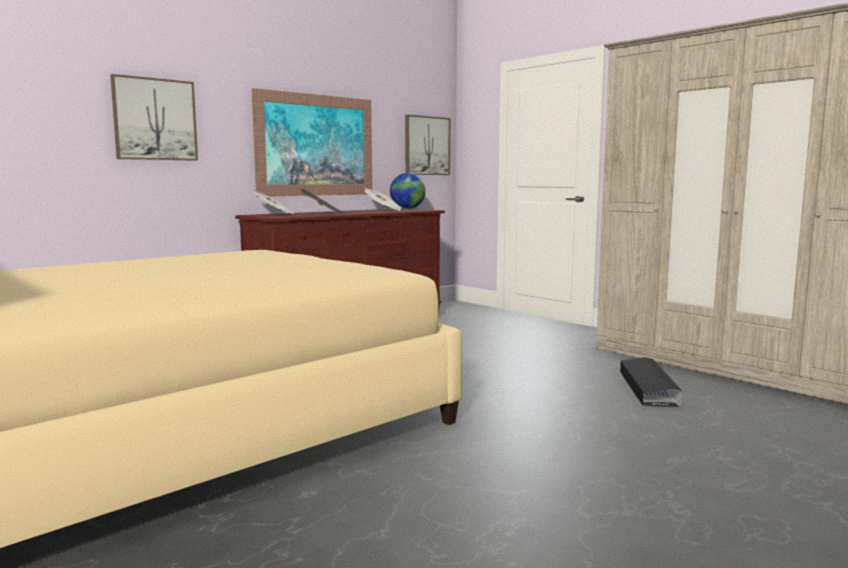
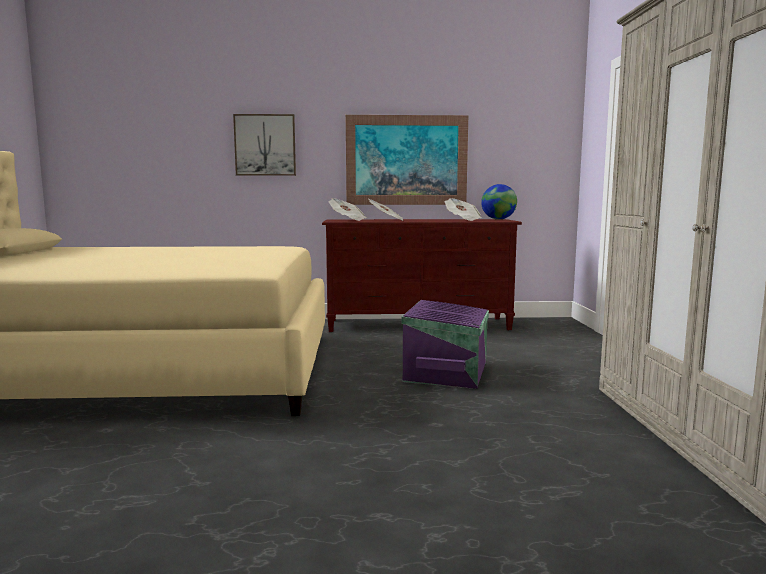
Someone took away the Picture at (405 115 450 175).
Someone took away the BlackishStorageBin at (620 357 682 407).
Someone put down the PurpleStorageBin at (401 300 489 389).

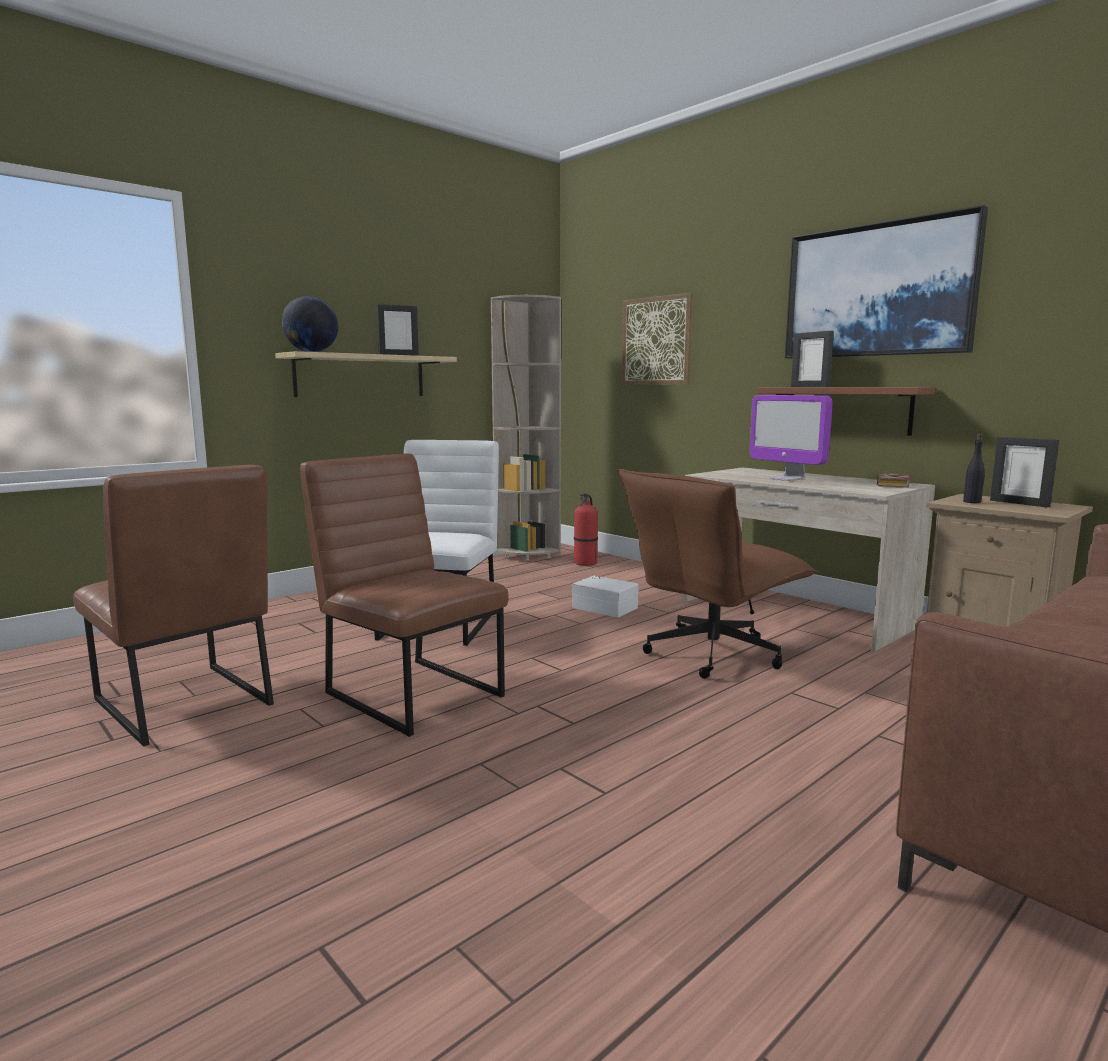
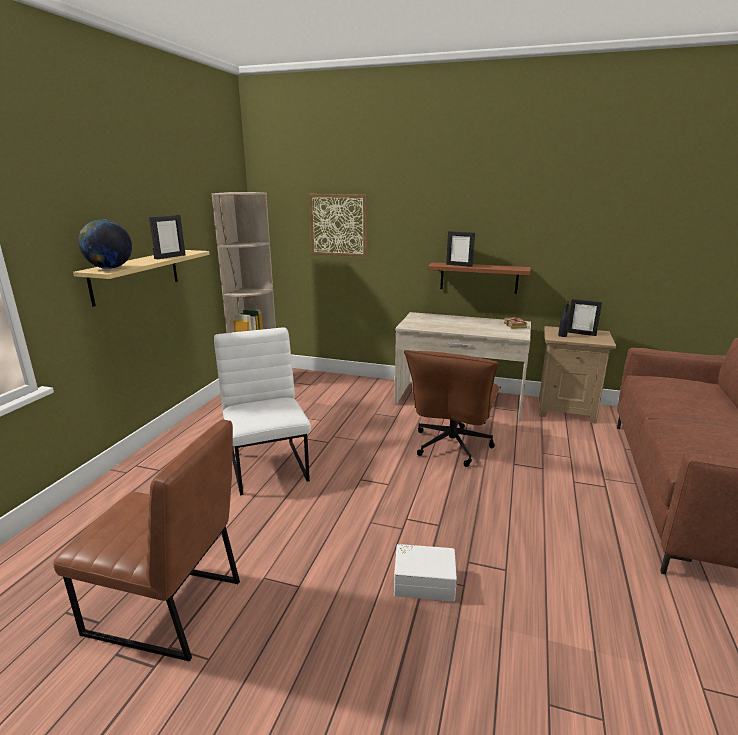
Someone took away the Picture at (785 205 988 359).
Someone took away the Monitor at (750 395 833 481).
Someone took away the BrownPlainChair at (300 454 509 737).
Someone took away the FireFightingCylinder at (574 493 598 566).
Someone carried the WhitishStorageBin from (573 576 639 618) to (394 544 457 602).

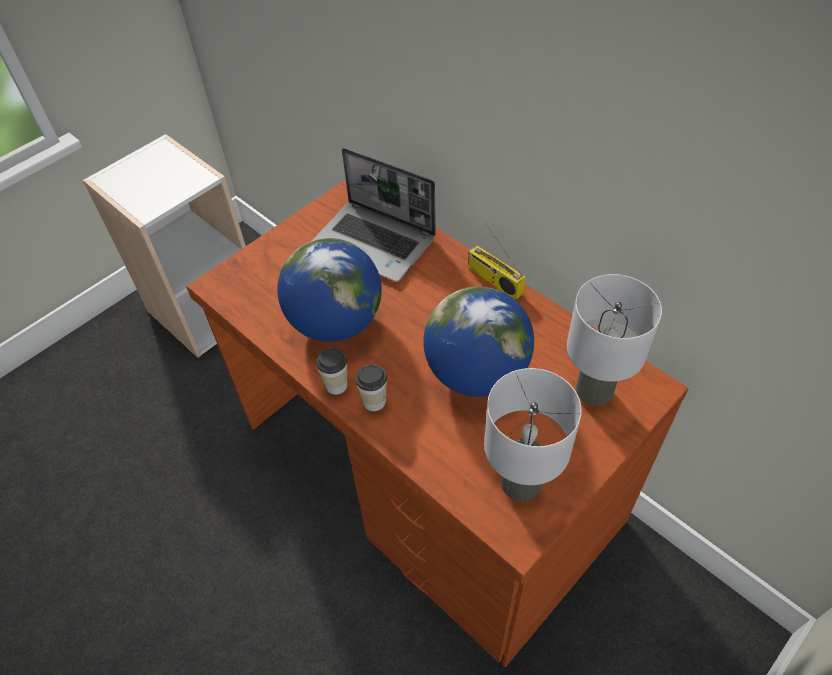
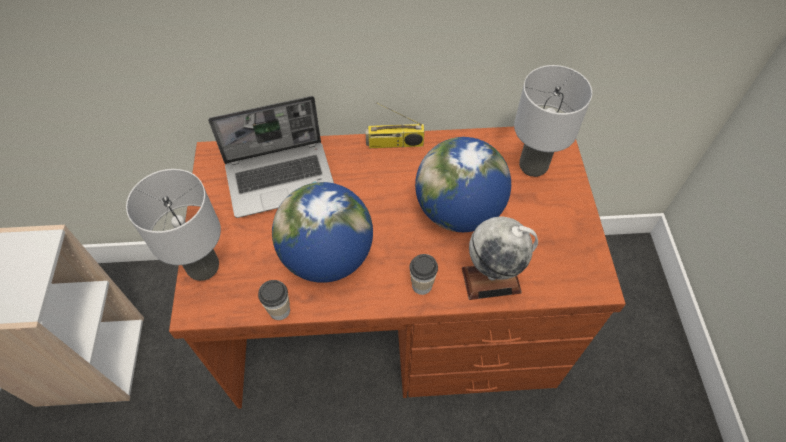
Someone carried the Cup from (316 348 347 395) to (258 280 290 320).
Someone carried the WhitishLampForATable from (484 368 582 502) to (126 169 221 281).
Someone put down the Globe at (462 216 538 300).

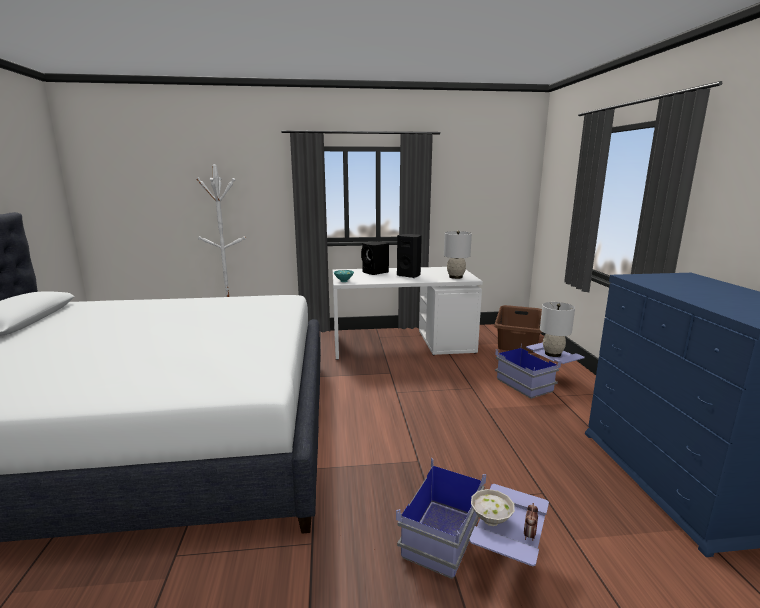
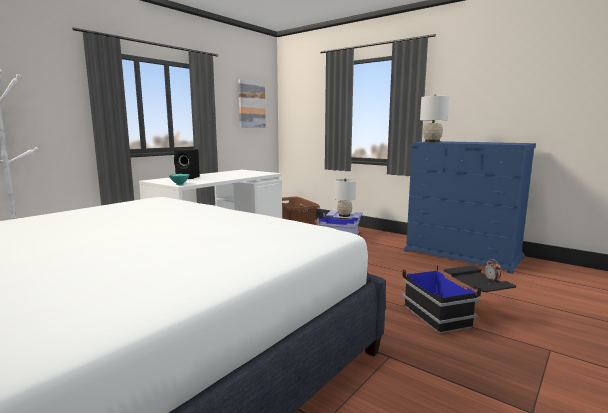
Someone carried the WhitishLampForATable from (444 231 472 279) to (420 95 449 143).
Someone took away the BlackishLoudspeaker at (397 234 422 278).
Someone repainted the BlueStorageBin at (396 458 549 579), which became the BlackishStorageBin at (402 265 516 334).
Someone took away the WhitishDeepDish at (471 489 515 526).
Someone put up the Picture at (238 79 266 128).

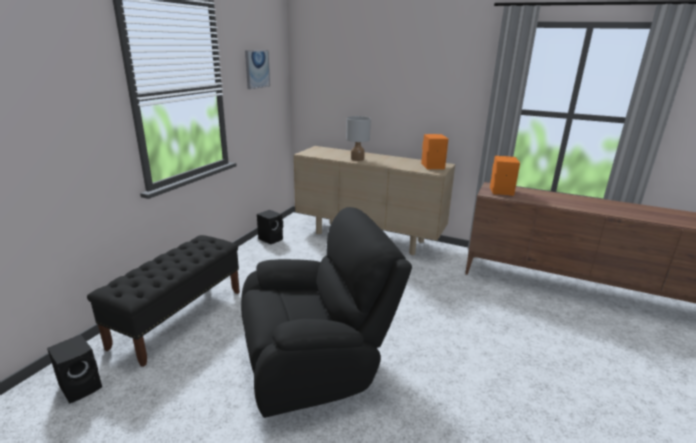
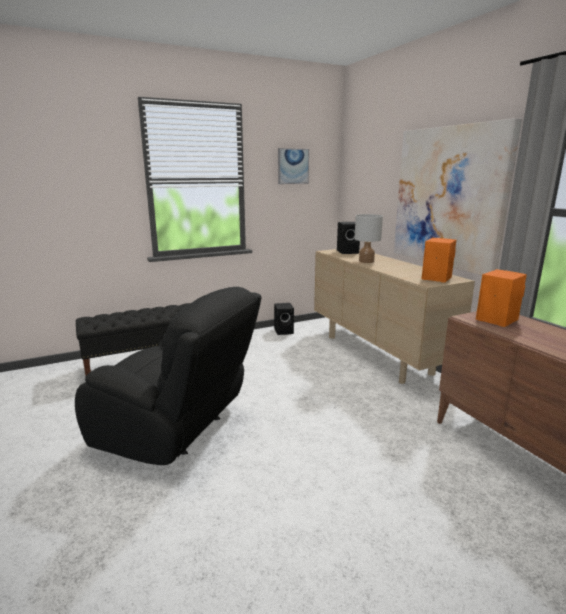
Someone carried the BlackishLoudspeaker from (47 334 102 404) to (337 222 360 254).
Someone put up the Picture at (394 118 522 275).

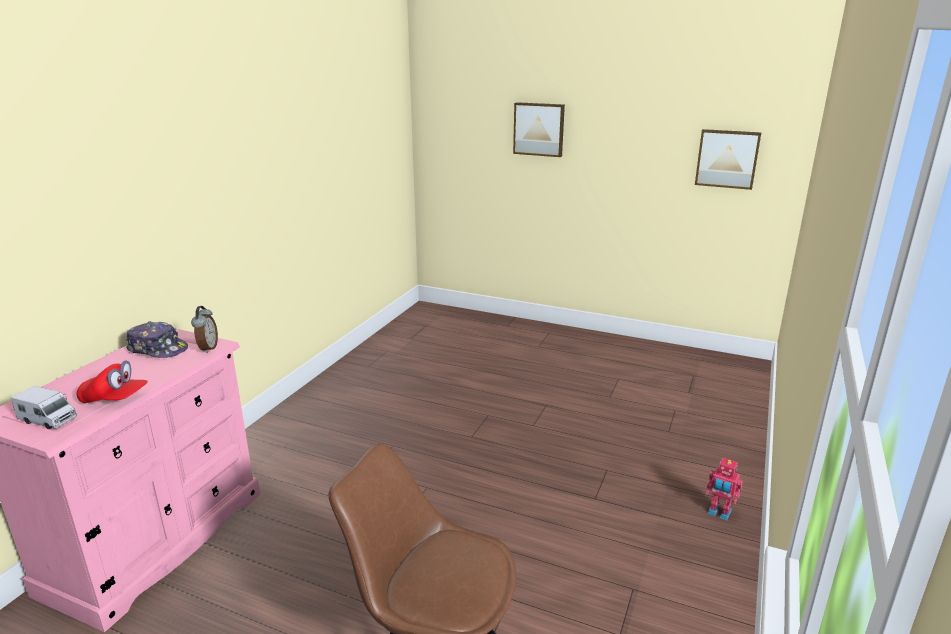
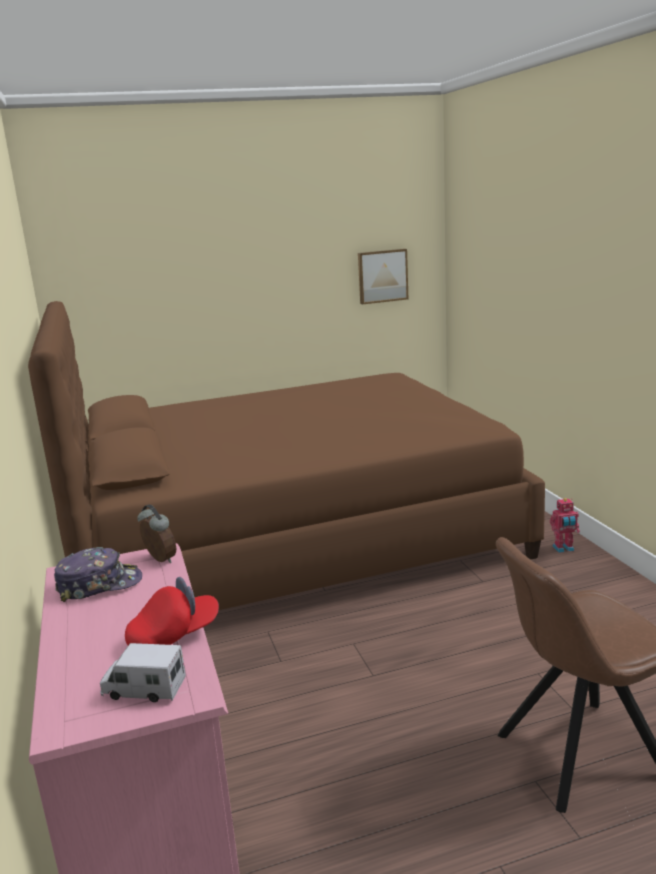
Someone took away the Picture at (513 102 565 157).
Someone rotated the ToyLorry at (11 386 77 429) by 150 degrees counterclockwise.
Someone put down the BrownBed at (28 301 545 610).

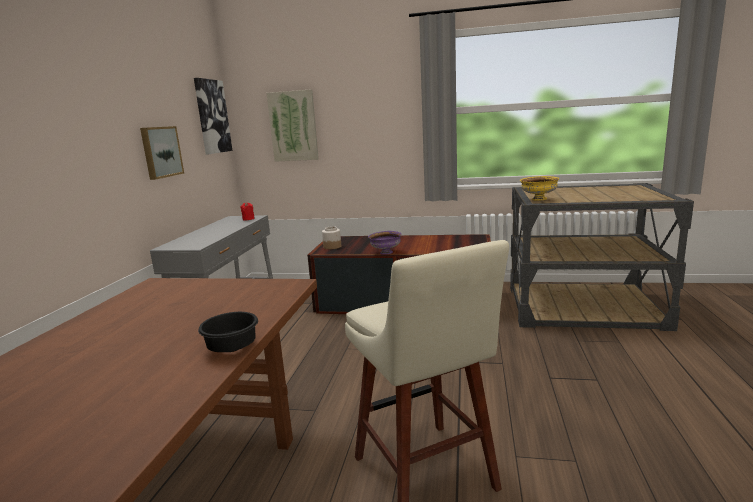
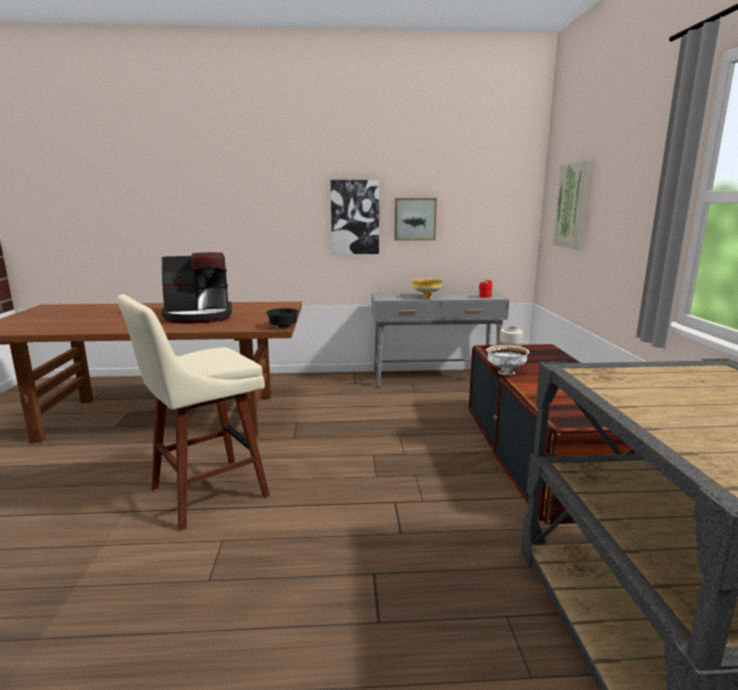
Someone carried the Picture from (194 78 233 155) to (331 180 379 254).
Someone carried the YellowishDeepDish from (520 176 559 200) to (412 279 443 298).
Someone repainted the PurpleDeepDish at (368 231 402 255), which became the WhitishDeepDish at (486 345 529 375).
Someone carried the BlackishDeepDish from (198 312 258 352) to (266 308 299 327).
Someone put down the CoffeeMachine at (161 252 232 324).

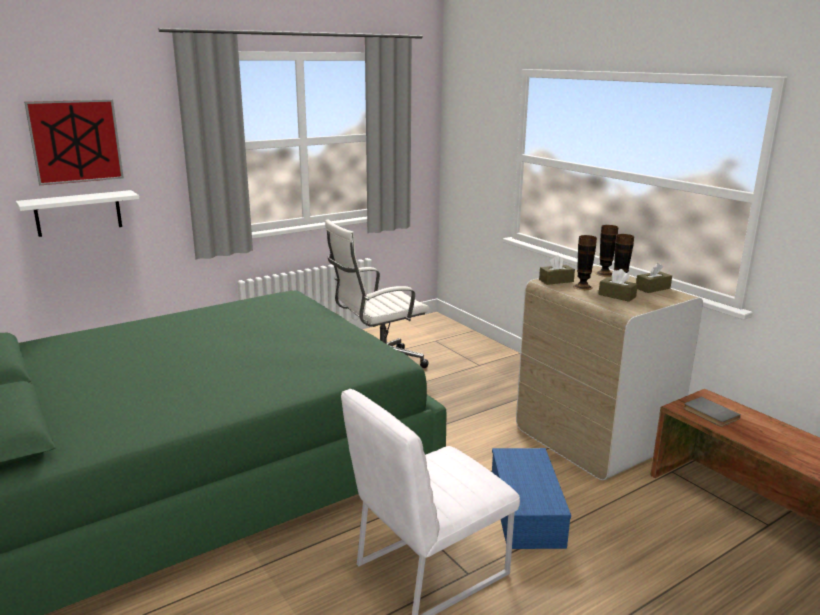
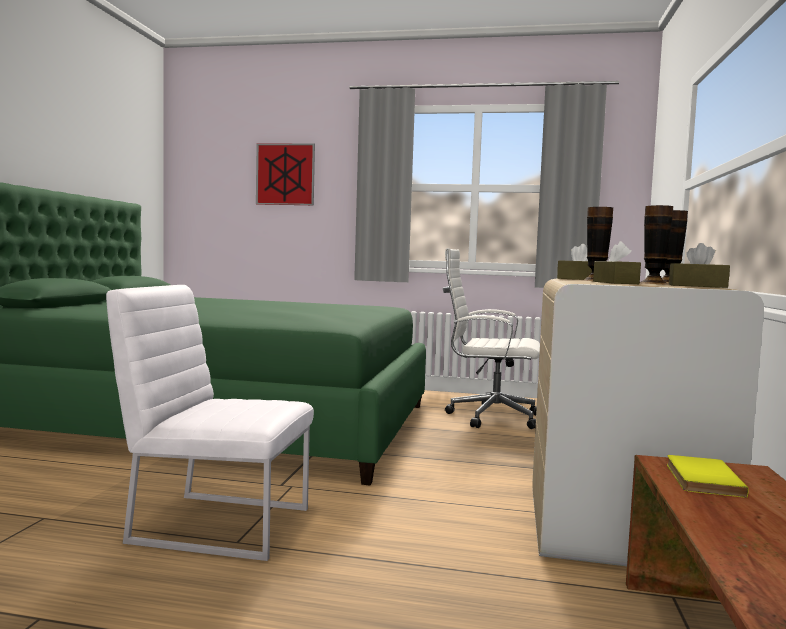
Someone took away the WhitishBracketShelf at (16 190 139 237).
Someone repainted the GreyishVolume at (684 397 741 427), which became the YellowishVolume at (667 455 748 498).
Someone took away the BlueStorageBin at (492 448 571 549).

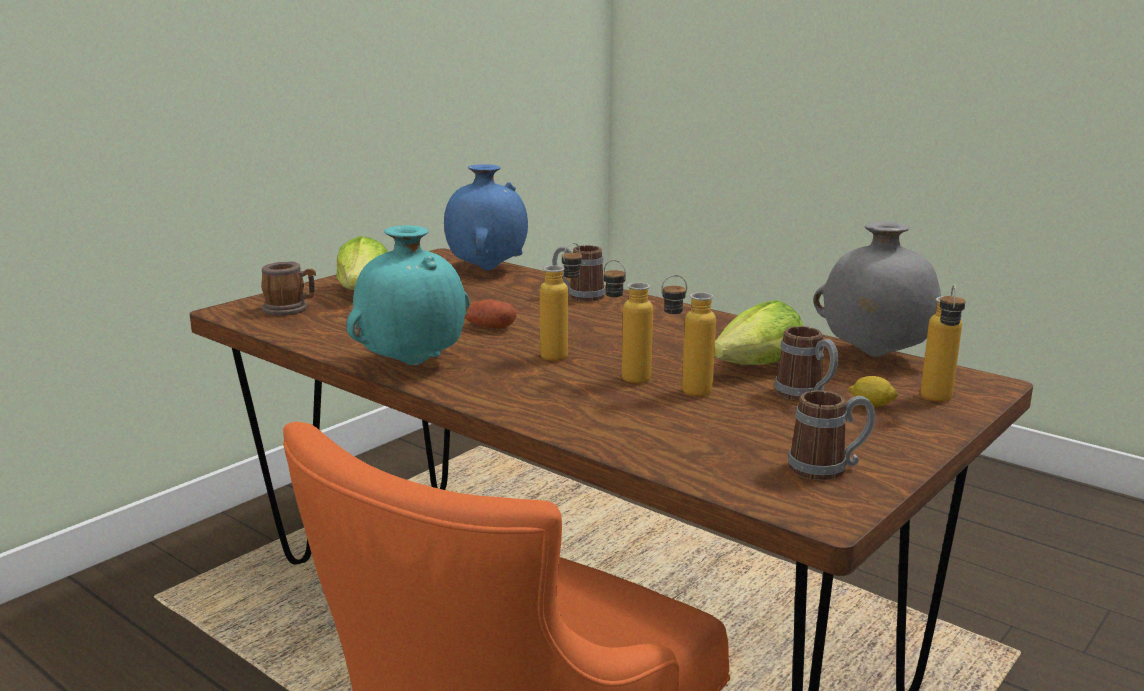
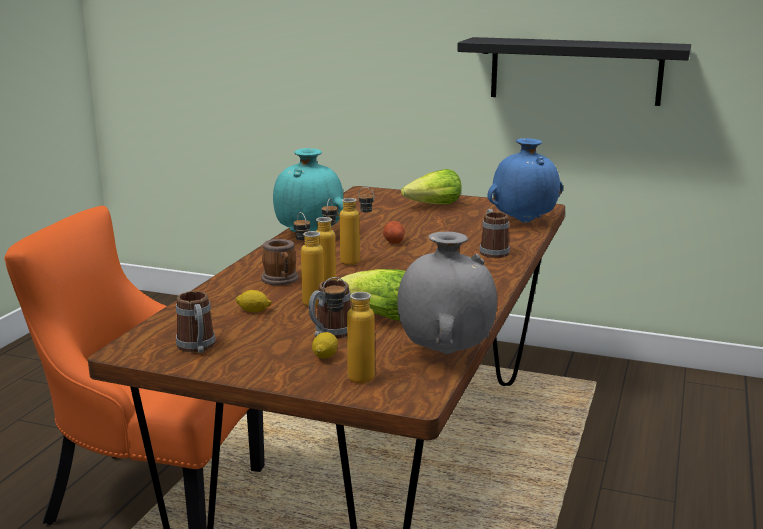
Someone carried the TeaMug from (261 261 316 316) to (261 239 299 285).
Someone put up the BlackishBracketShelf at (457 37 691 106).
Someone put down the Lemon at (235 290 272 312).

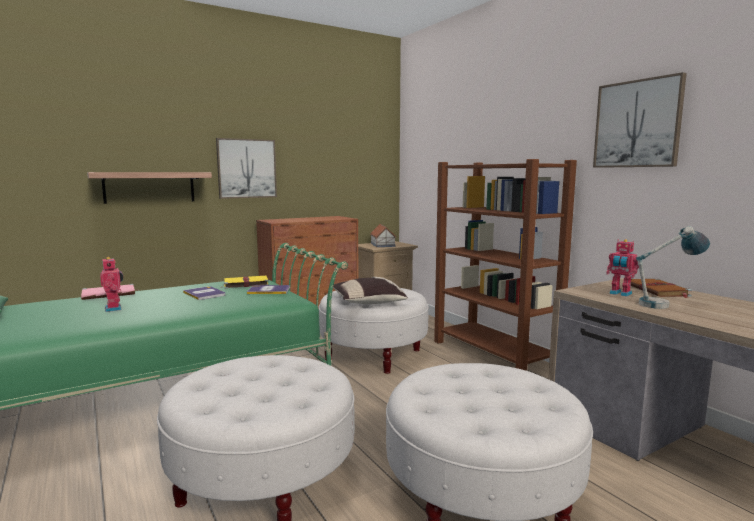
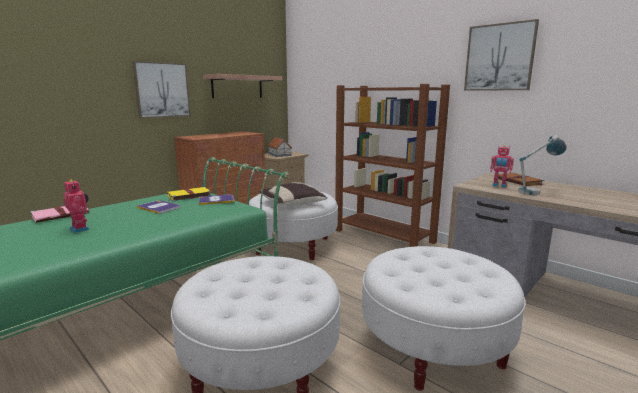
Someone carried the BracketShelf from (87 172 212 204) to (203 74 282 98).

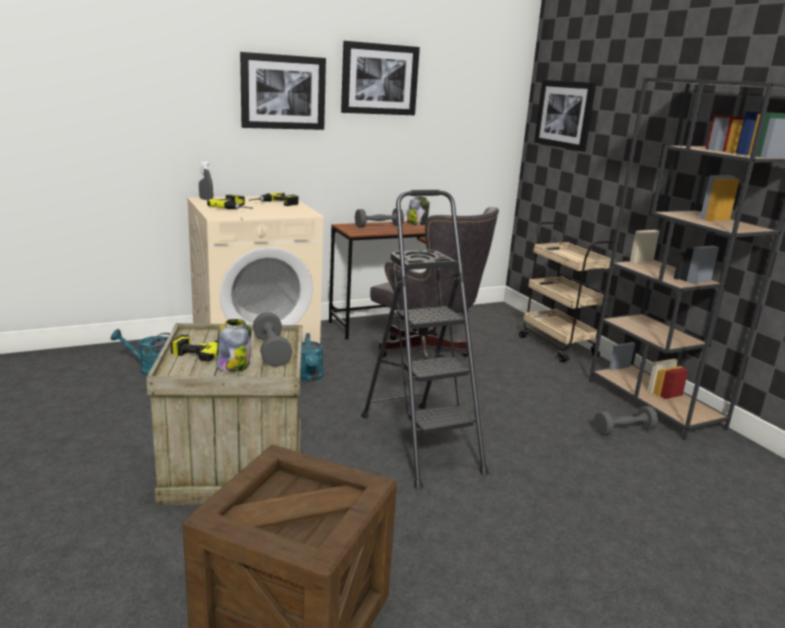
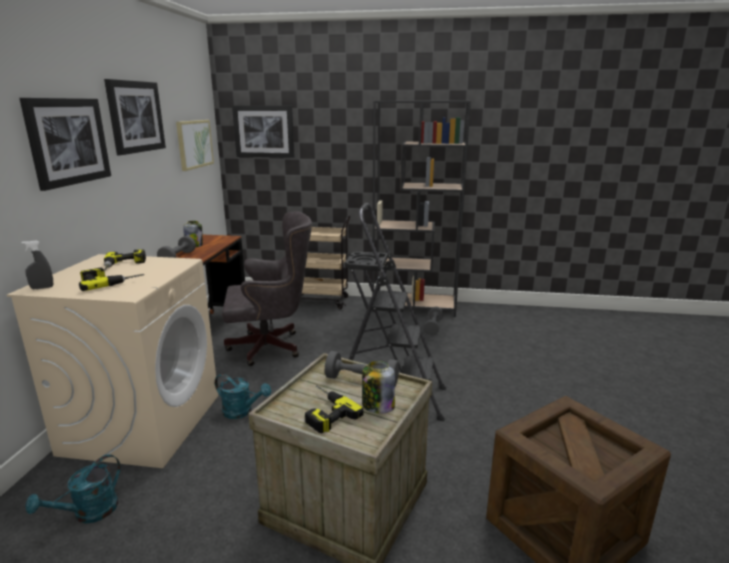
Someone put up the Picture at (176 120 214 171).

